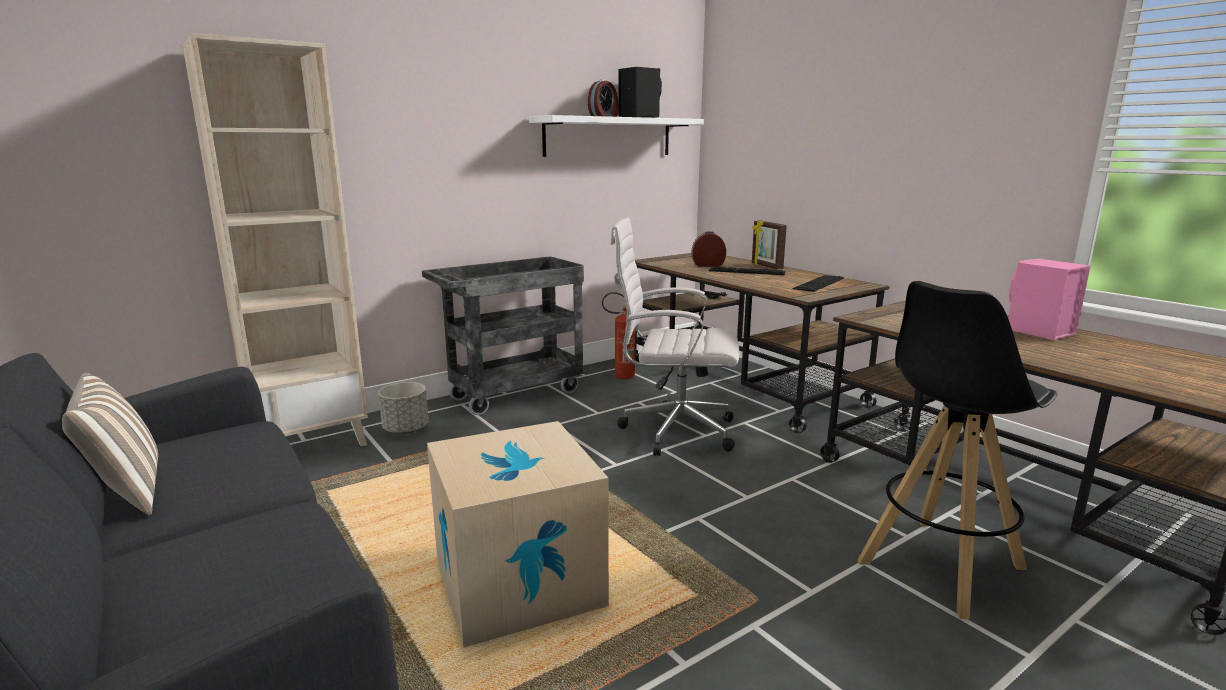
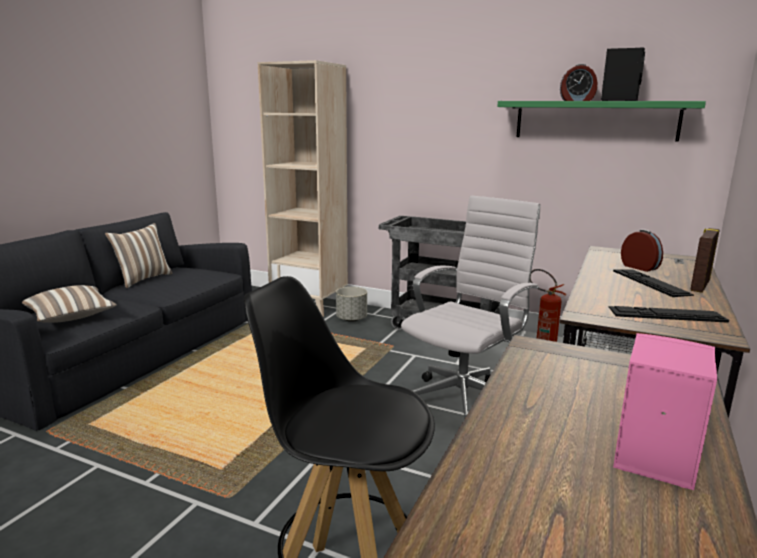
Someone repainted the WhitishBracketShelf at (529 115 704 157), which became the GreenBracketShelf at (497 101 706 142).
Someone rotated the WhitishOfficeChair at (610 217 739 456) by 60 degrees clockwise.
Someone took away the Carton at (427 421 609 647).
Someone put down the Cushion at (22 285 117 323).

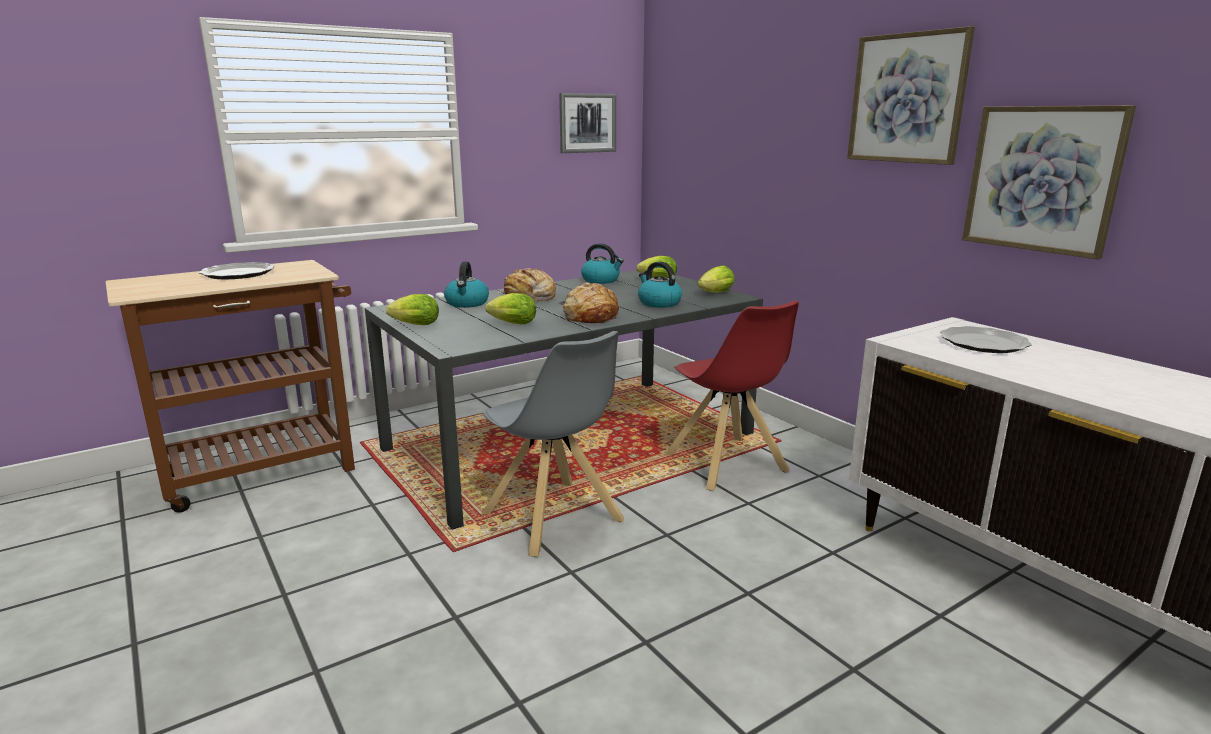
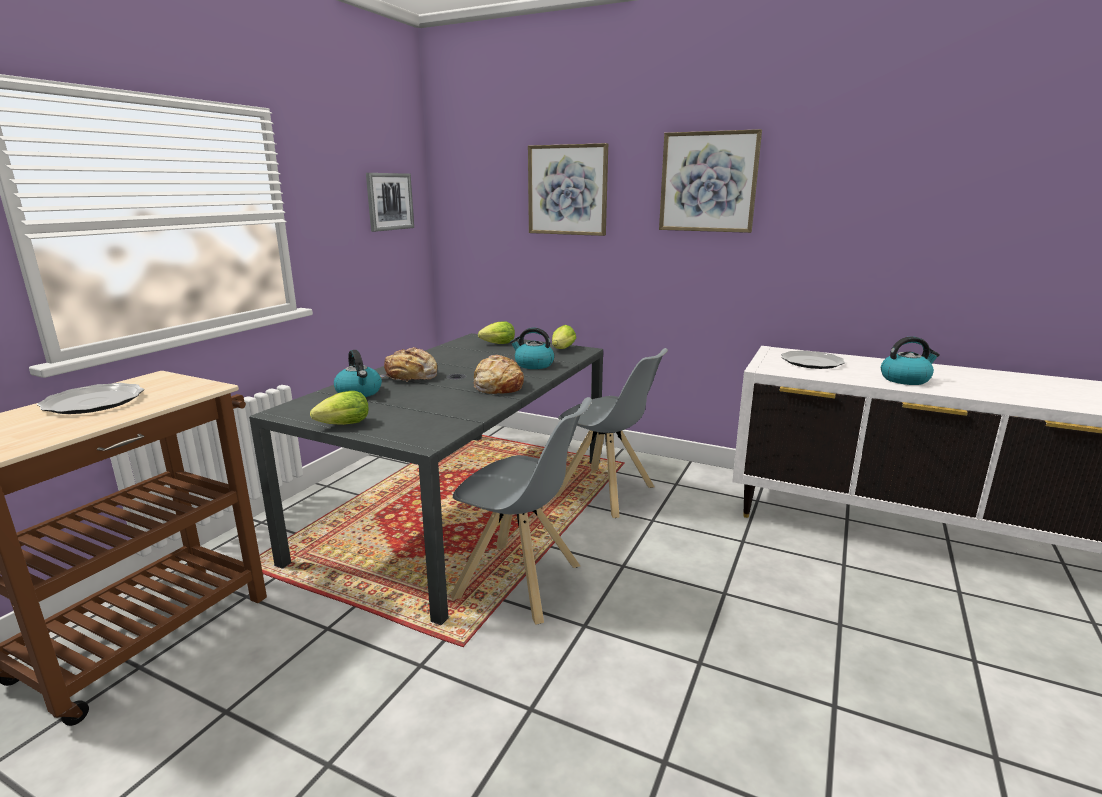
Someone carried the Picture from (962 105 1136 260) to (528 143 608 236).
Someone carried the TeaKettle from (581 243 624 284) to (881 336 940 385).
Someone took away the Lettuce at (485 293 536 324).
Someone repainted the ReddishPlainChair at (665 301 799 491), which became the GreyishPlainChair at (554 348 668 518).

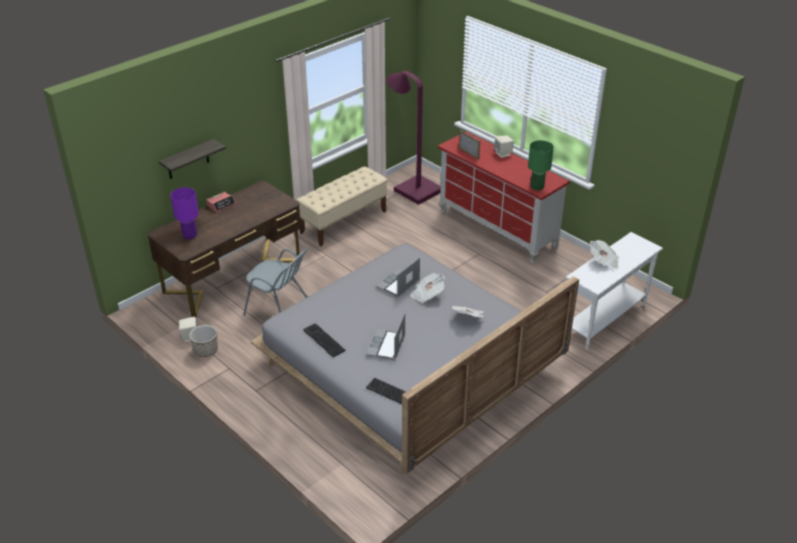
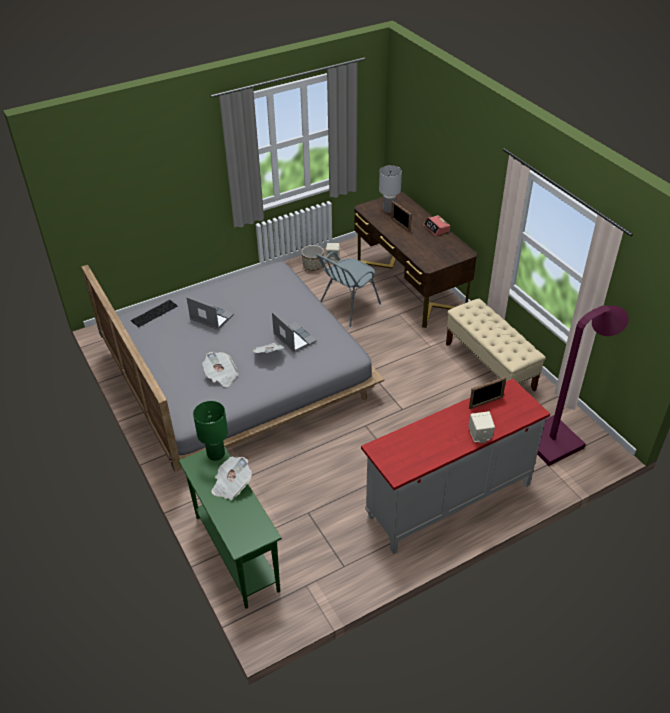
Someone took away the BracketShelf at (159 139 226 179).
Someone carried the GreenLampForATable from (528 140 554 190) to (193 401 228 461).
Someone repainted the PurpleLampForATable at (170 188 199 239), which became the GreyishLampForATable at (379 165 402 213).
Someone repainted the WhitishConsoleTable at (565 232 663 350), which became the GreenConsoleTable at (179 446 282 609).
Someone took away the PcKeyboard at (303 323 346 357).
Someone put down the PictureFrame at (391 201 411 232).

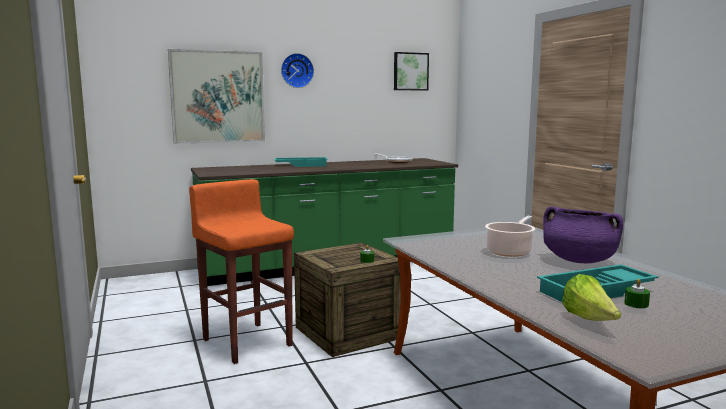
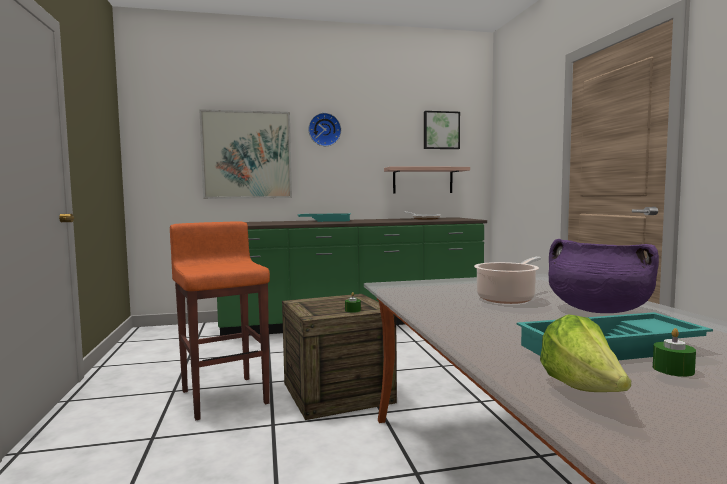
Someone put up the BracketShelf at (384 166 470 194).

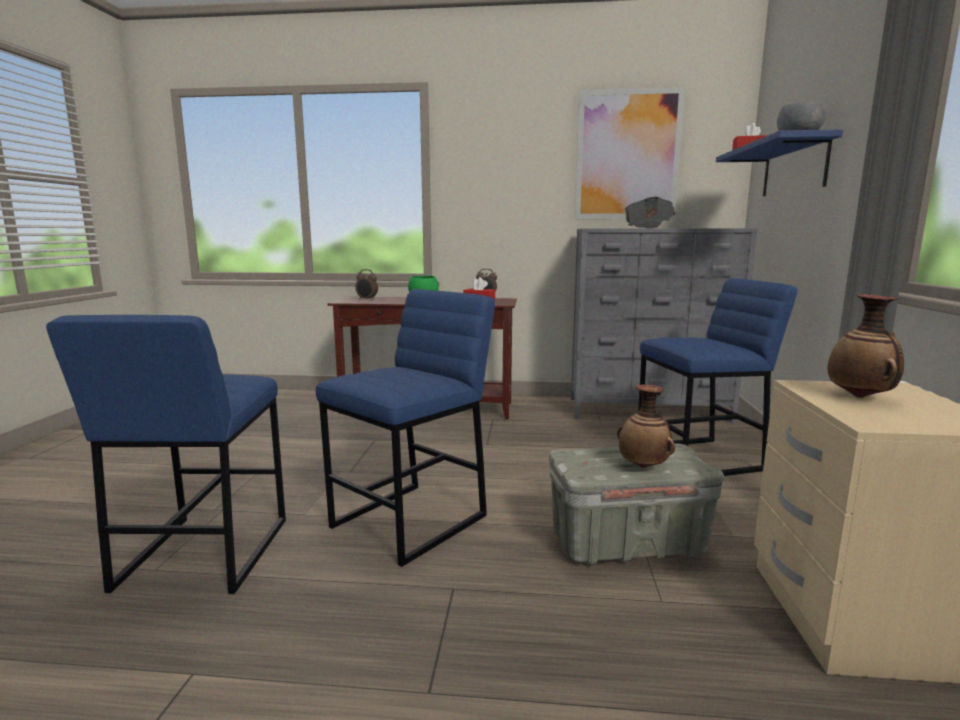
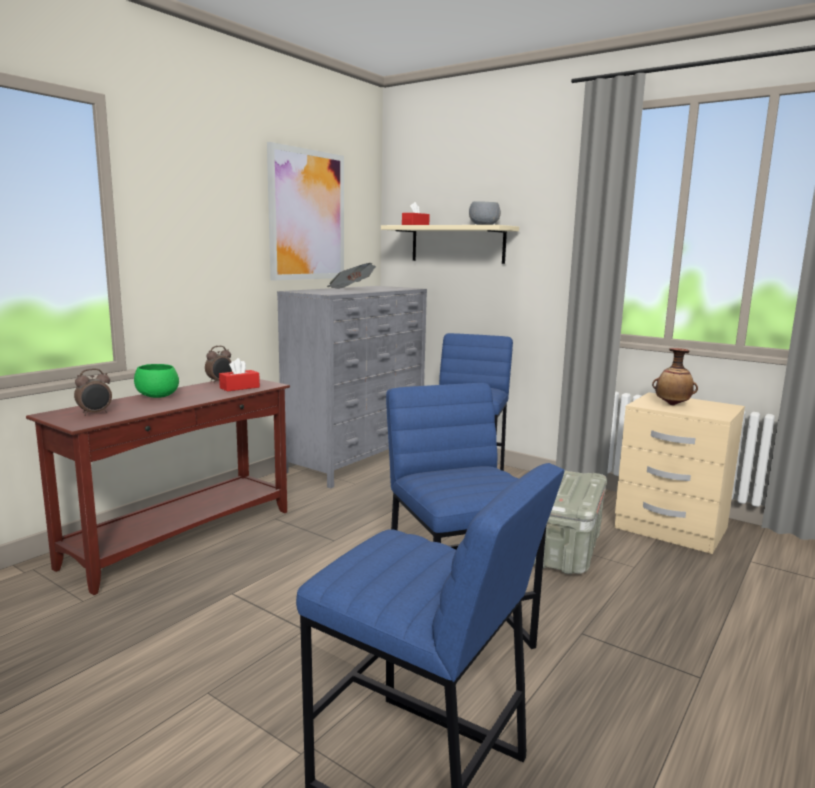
Someone repainted the BlueBracketShelf at (716 129 843 196), which became the SandColouredBracketShelf at (381 225 519 264).
Someone took away the Vase at (617 385 675 468).

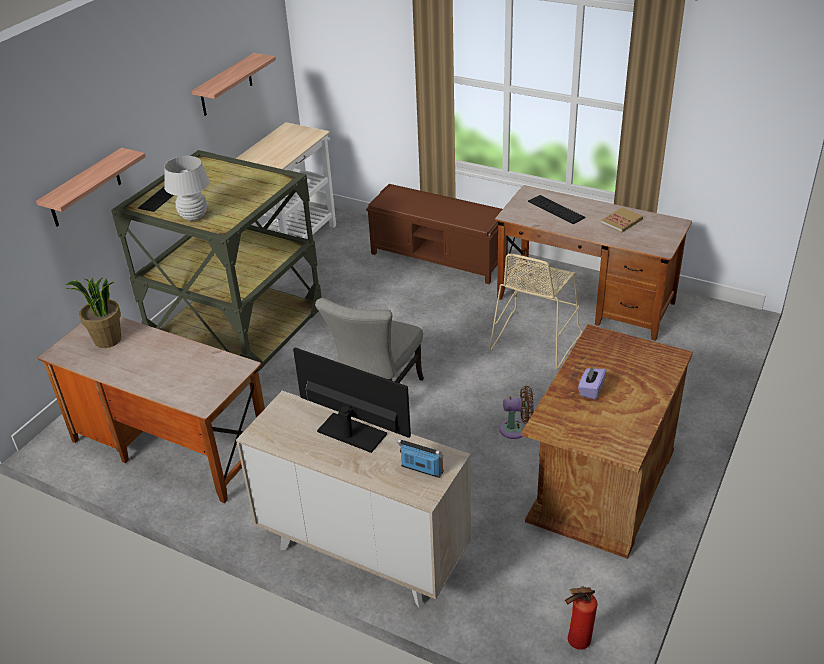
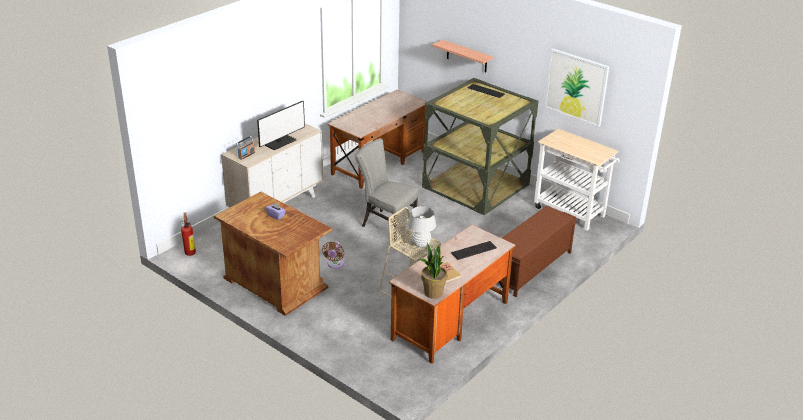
Someone swapped the BracketShelf at (192 53 276 116) for the Picture at (544 48 609 127).
Someone carried the WhitishLampForATable from (164 156 210 221) to (407 206 436 247).
Someone carried the PlantInAPot from (65 277 121 348) to (419 243 447 299).

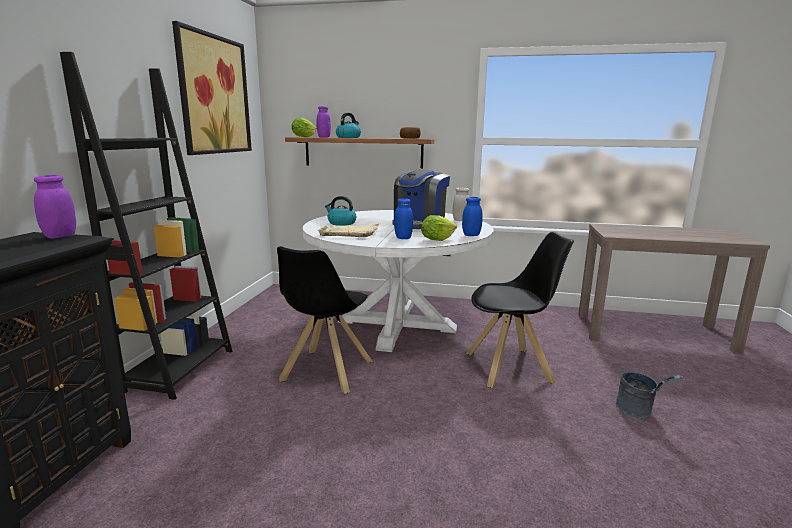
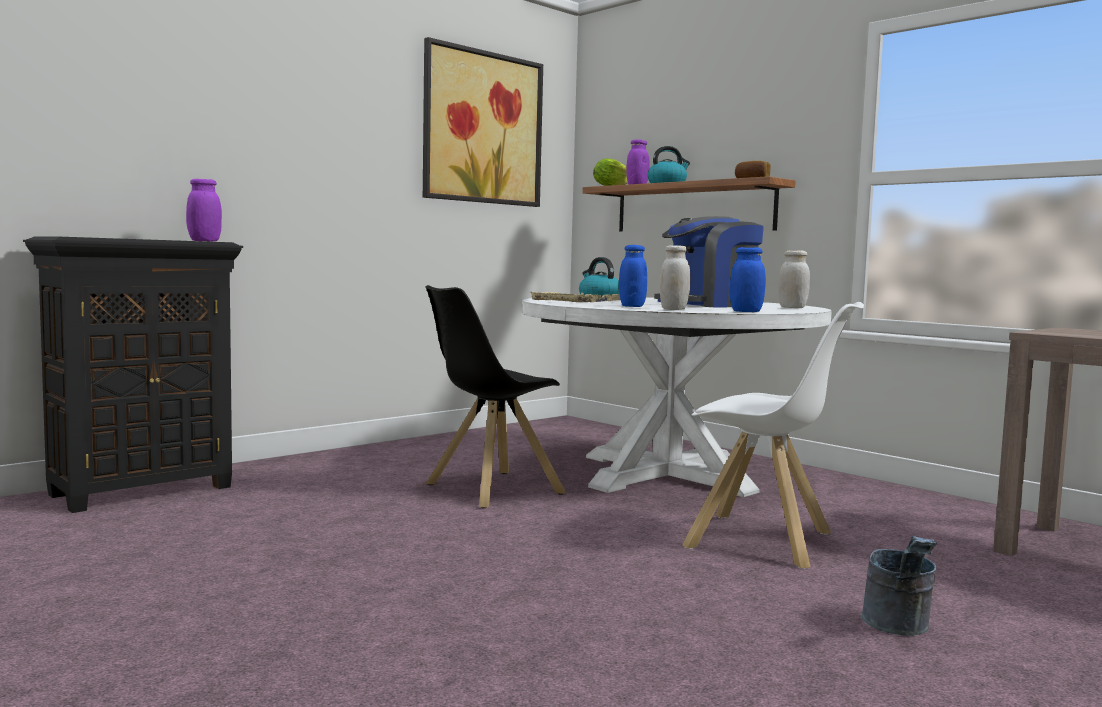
Someone took away the BlackishBookshelf at (60 52 232 400).
Someone swapped the Lettuce at (421 215 457 241) for the WhitishPreserveJar at (660 245 690 310).
Someone repainted the BlackishPlainChair at (466 232 574 388), which became the WhitishPlainChair at (682 302 864 569).

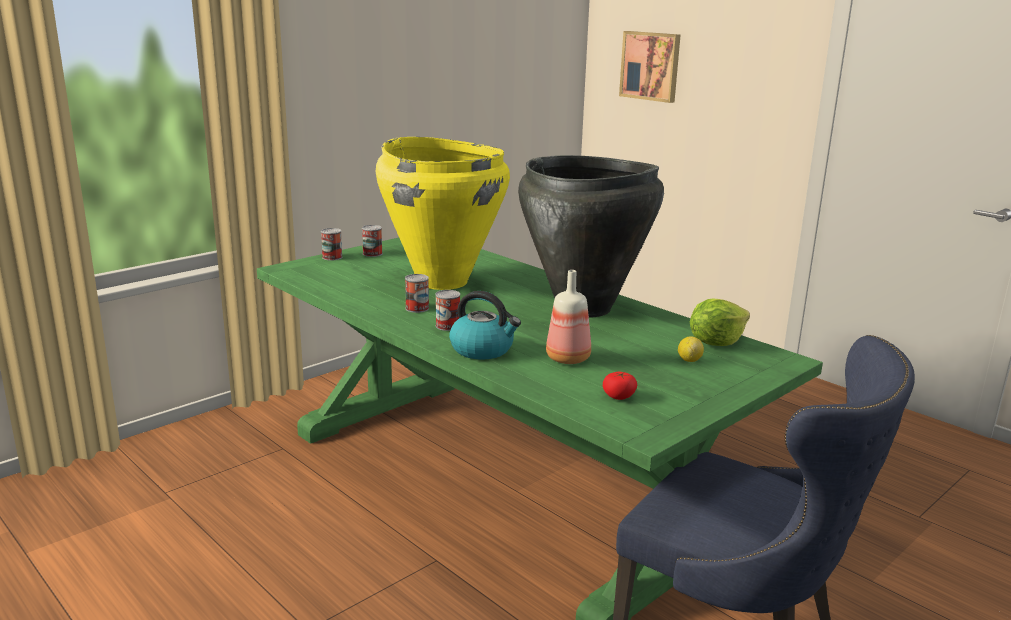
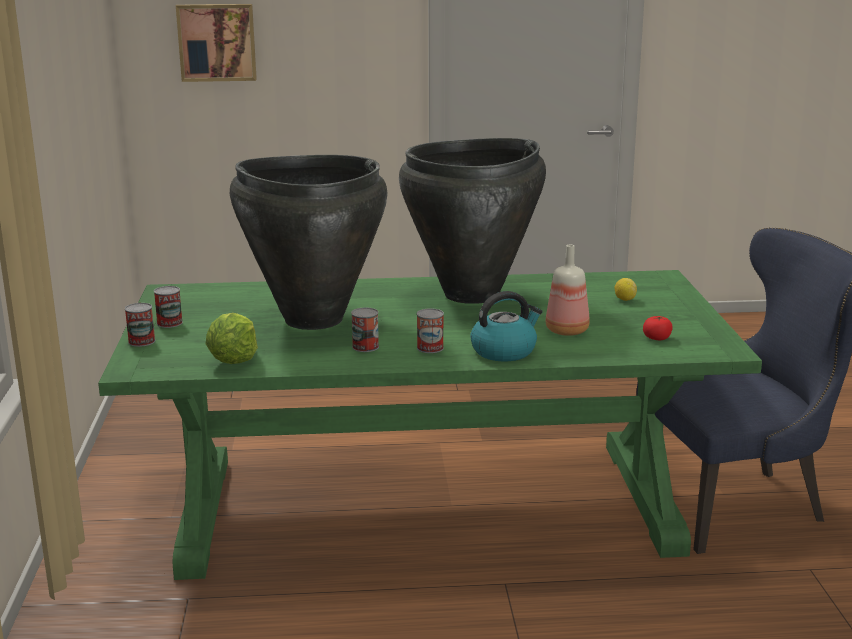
Someone repainted the YellowishVase at (376 137 510 290), which became the BlackishVase at (230 155 388 330).
Someone carried the Lettuce from (690 299 750 346) to (206 313 258 364).

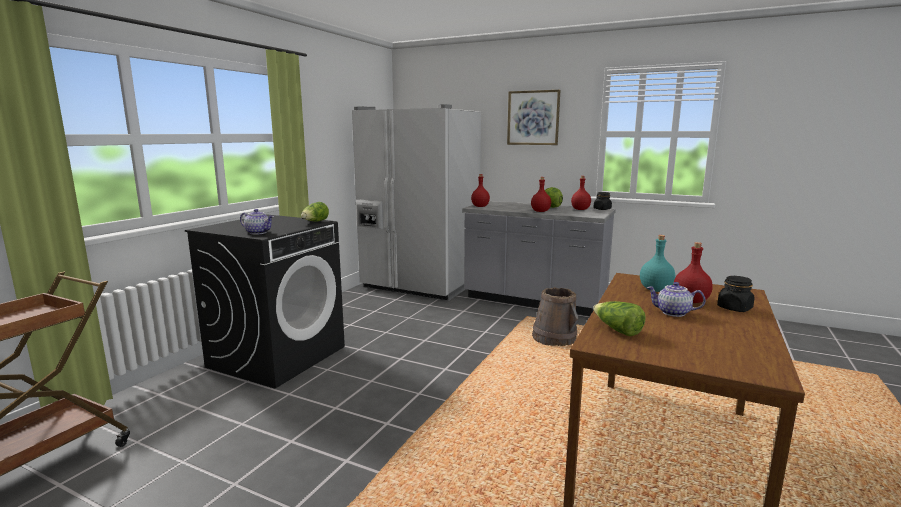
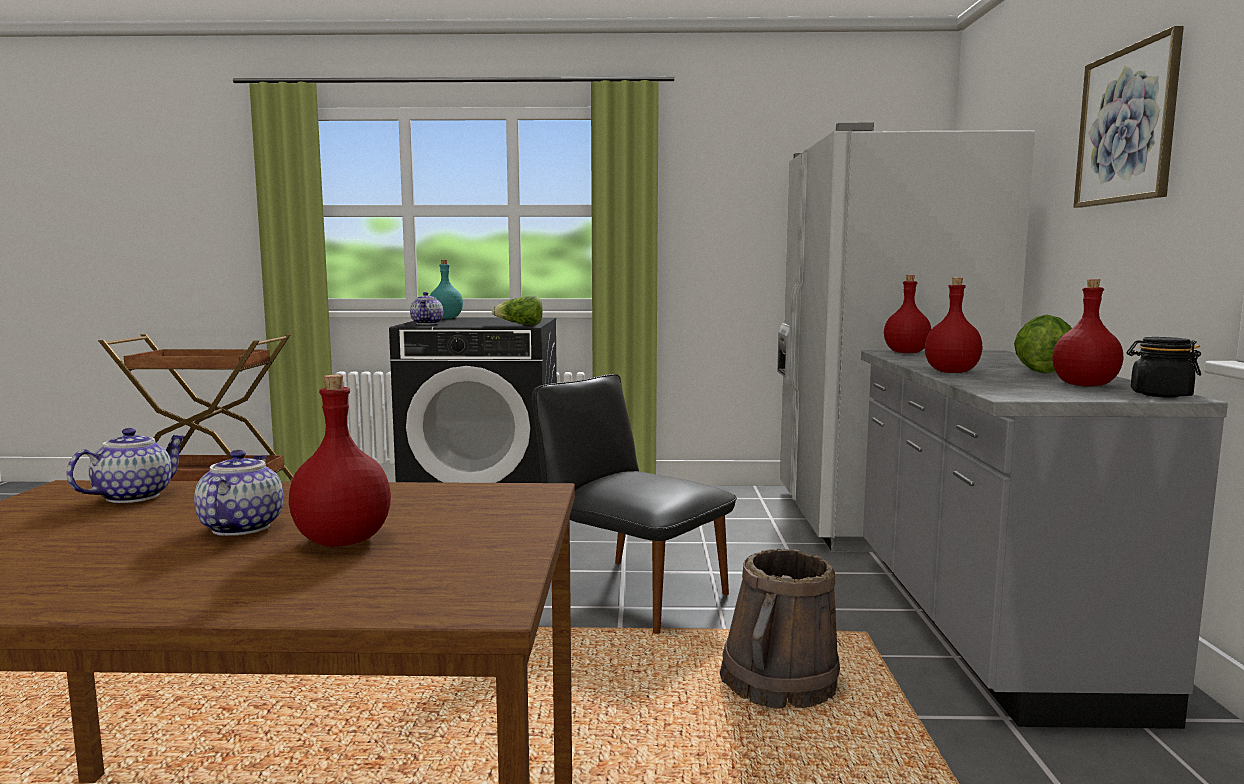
Someone carried the BlueGreenDrinkBottle from (640 235 675 292) to (430 260 463 319).
Someone took away the BlackishPreserveJar at (717 276 755 312).
Someone swapped the Lettuce at (593 301 646 336) for the TeaPot at (67 428 186 503).
Someone put down the BlackishPlainChair at (532 374 737 634).

